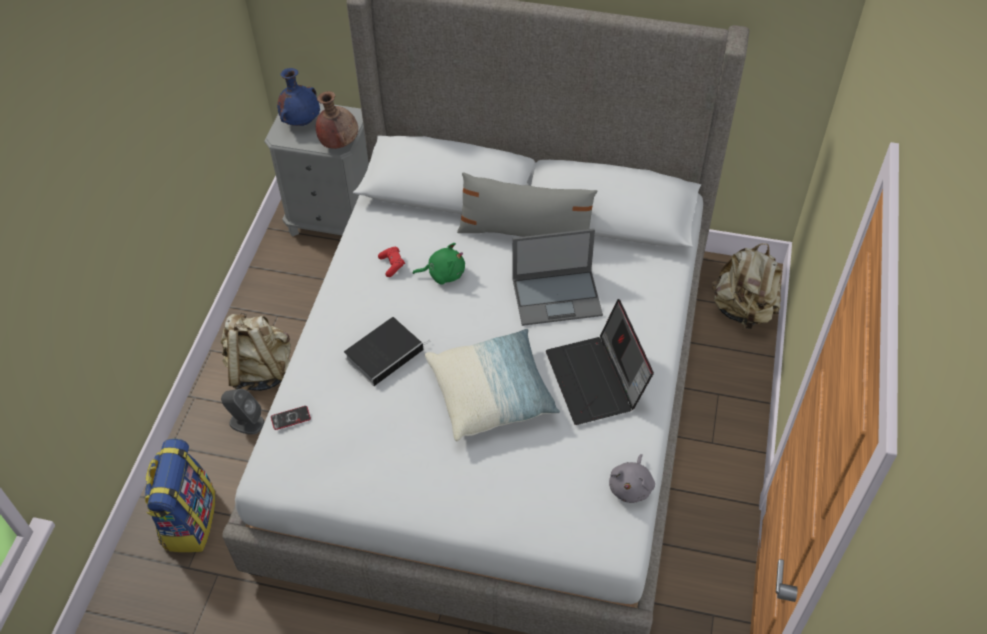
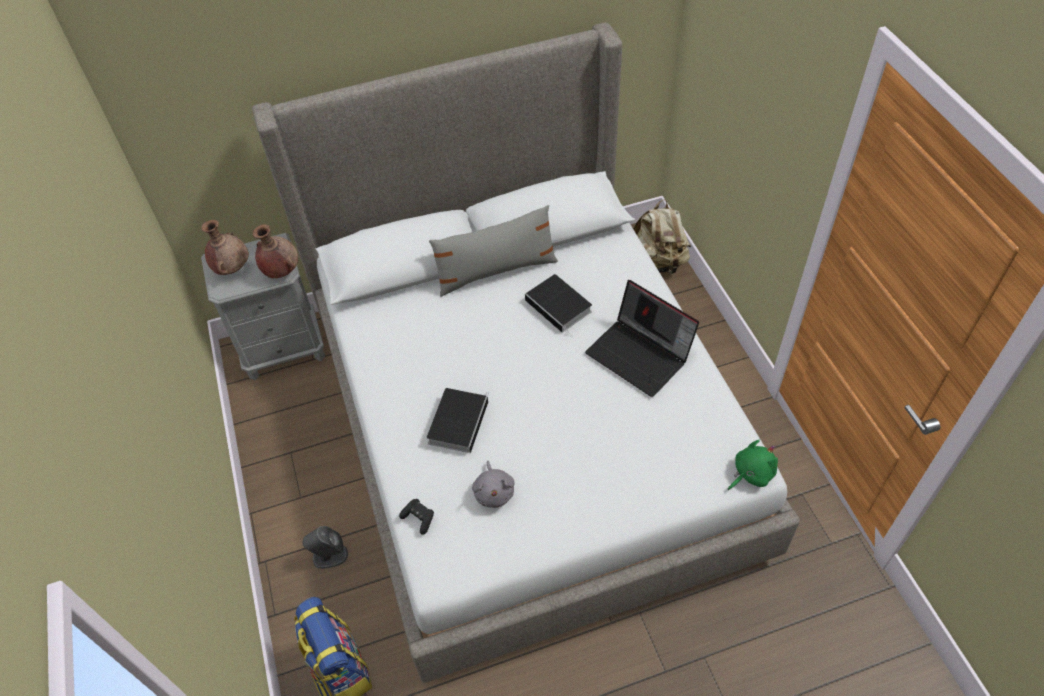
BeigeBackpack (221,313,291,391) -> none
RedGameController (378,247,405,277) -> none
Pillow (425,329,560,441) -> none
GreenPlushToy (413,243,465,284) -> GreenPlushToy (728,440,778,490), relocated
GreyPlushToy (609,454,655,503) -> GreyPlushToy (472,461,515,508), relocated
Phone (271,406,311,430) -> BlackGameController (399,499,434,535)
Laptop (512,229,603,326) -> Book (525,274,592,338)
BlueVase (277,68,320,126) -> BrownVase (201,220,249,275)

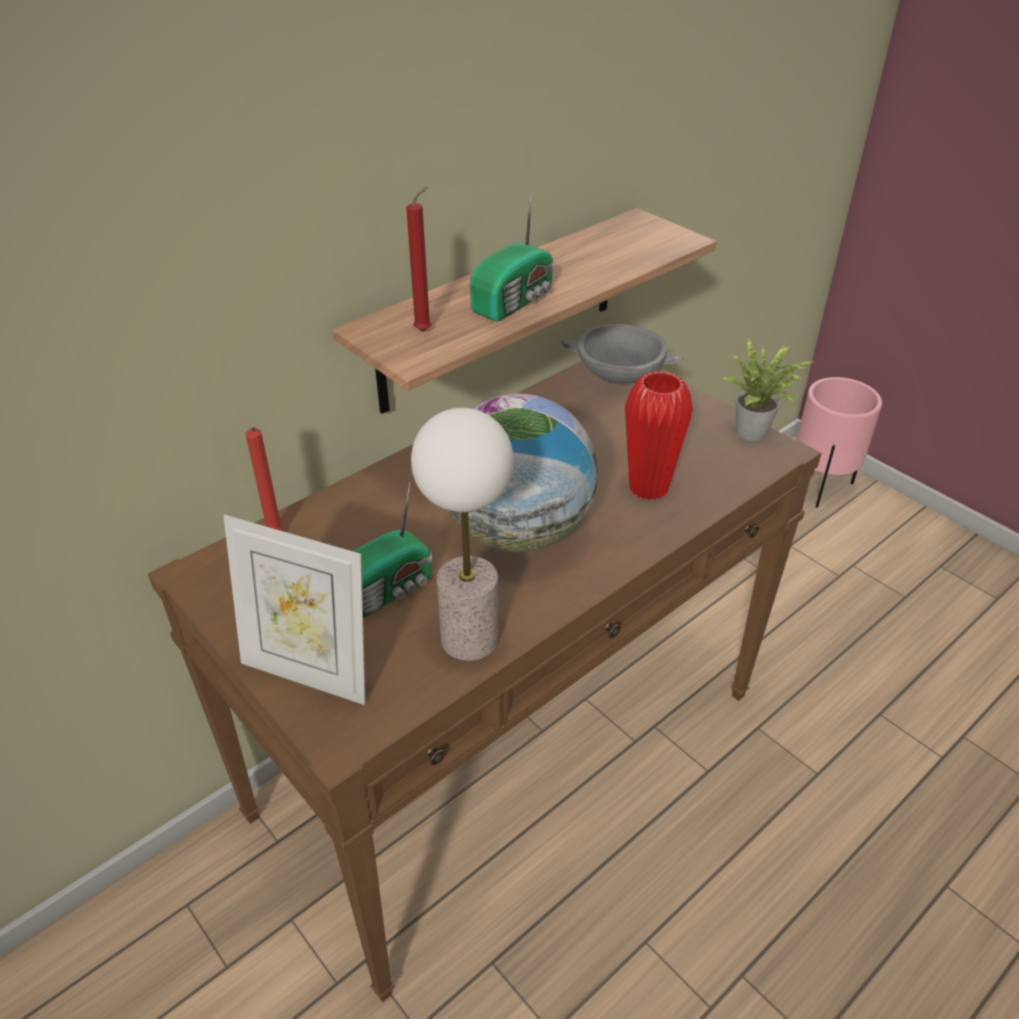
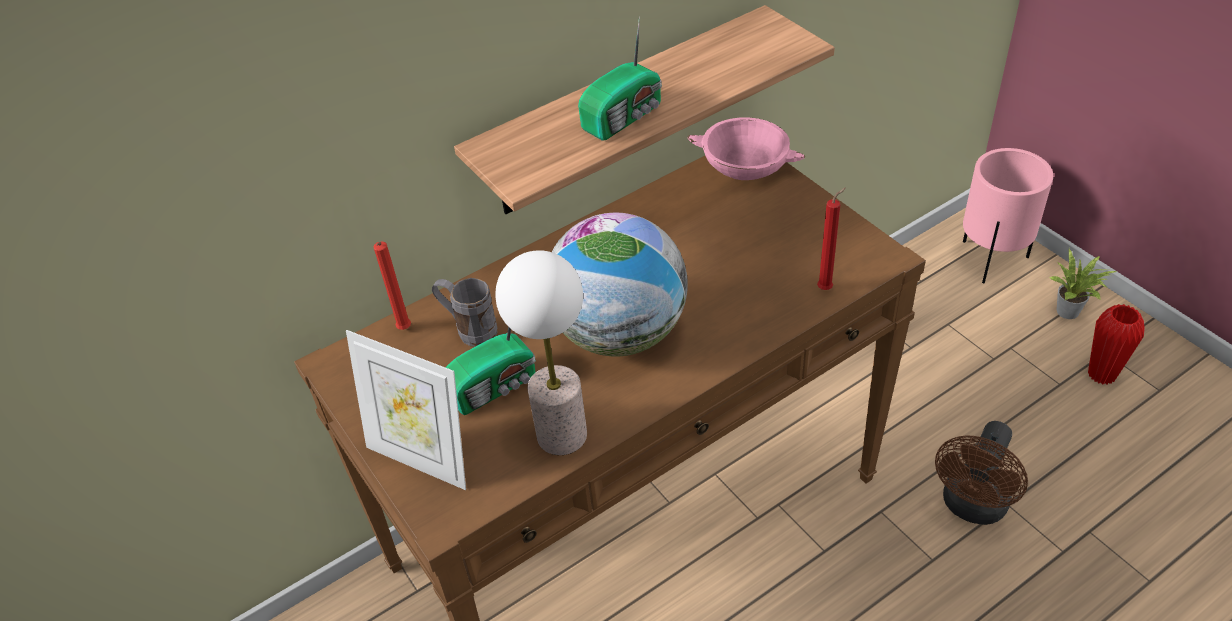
none -> GreyMug (432,278,497,347)
none -> BrownFan (935,421,1028,525)
RedCandle (406,187,431,331) -> RedCandle (817,187,846,290), relocated
RedVase (625,371,693,500) -> RedVase (1088,304,1145,384), relocated
PottedPlant (722,338,816,441) -> PottedPlant (1049,249,1117,319), relocated
GreyBowl (561,324,683,384) -> PinkBowl (687,117,805,180)

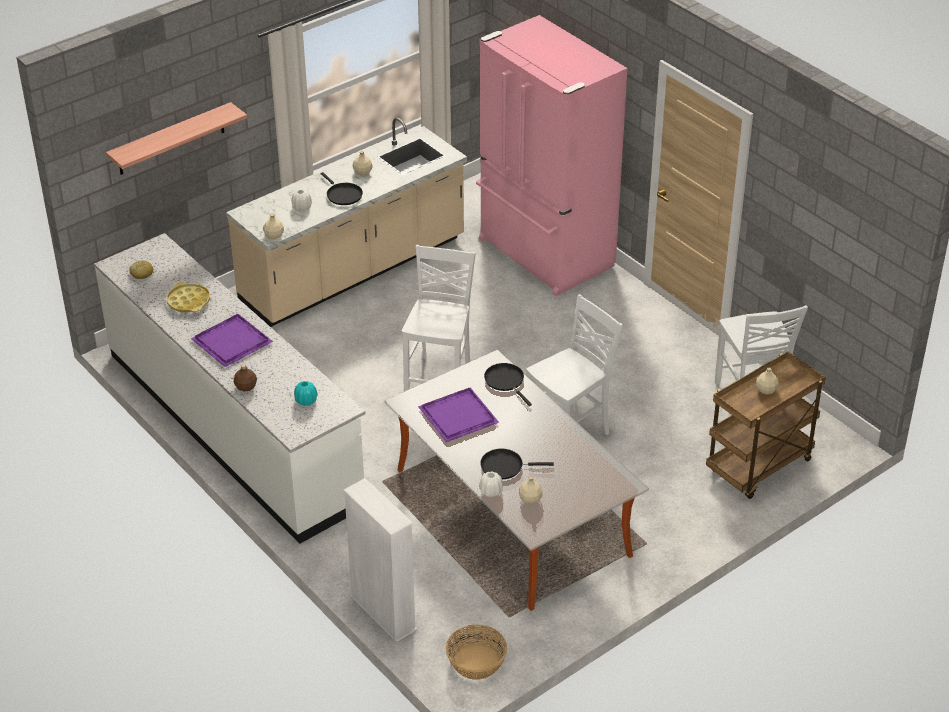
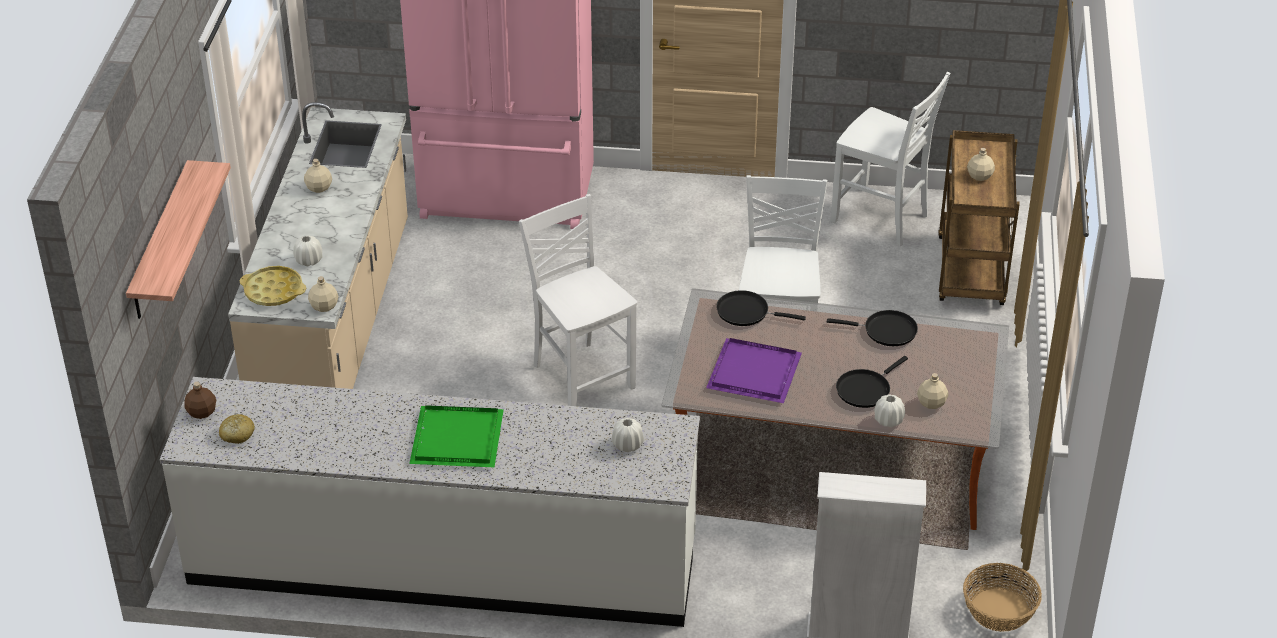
YellowTray (167,282,210,312) -> YellowTray (240,266,306,306), relocated
BrownBottle (234,364,257,392) -> BrownBottle (184,381,216,419), relocated
BlackFryingPan (320,172,363,205) -> BlackFryingPan (827,310,918,346), relocated
PurpleTray (191,314,273,367) -> GreenTray (409,405,504,467)
TurquoiseVase (294,381,318,406) -> WhiteVase (612,418,644,452)

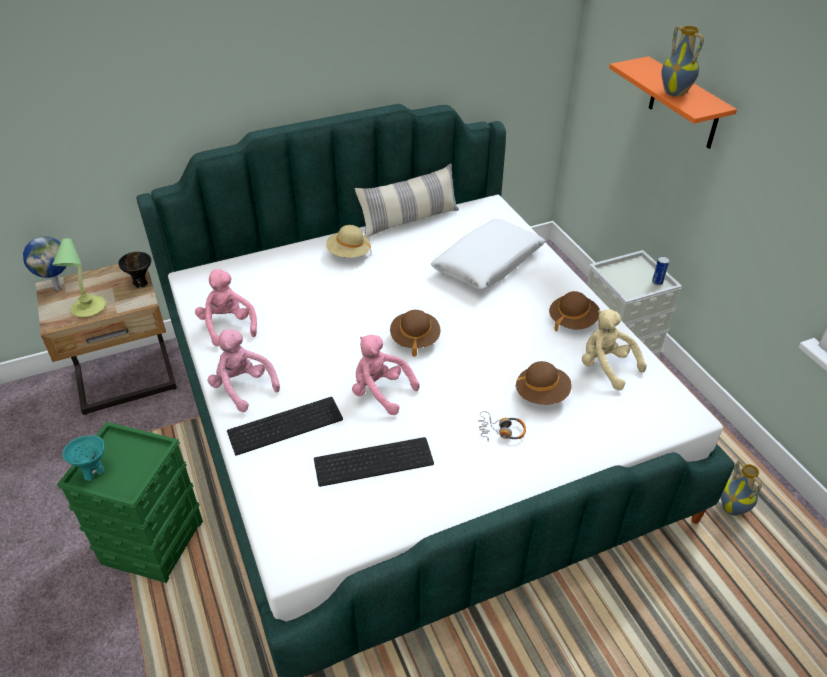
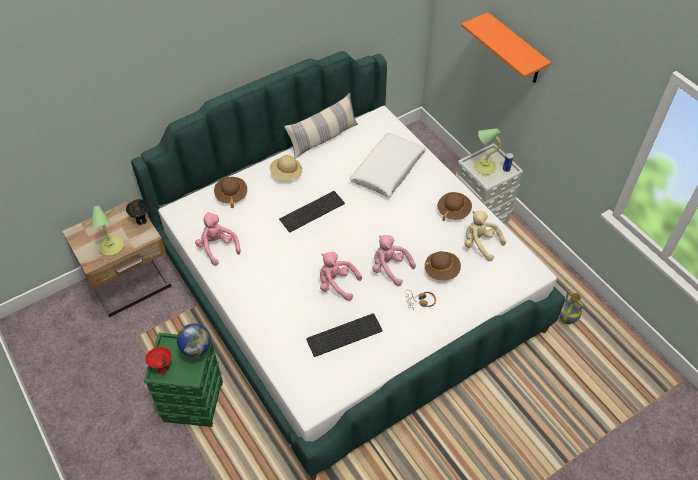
Vase (661,26,704,97) -> none
none -> TableLamp (474,128,501,175)
Globe (23,237,66,290) -> Globe (177,324,211,359), relocated
PinkPlushToy (208,329,280,412) -> PinkPlushToy (372,235,416,286), relocated
Keyboard (227,397,343,456) -> Keyboard (279,191,345,232), relocated
BrownHat (390,310,440,357) -> BrownHat (214,177,247,208), relocated
TurquoiseBowl (63,435,105,481) -> RedBowl (145,347,172,375)

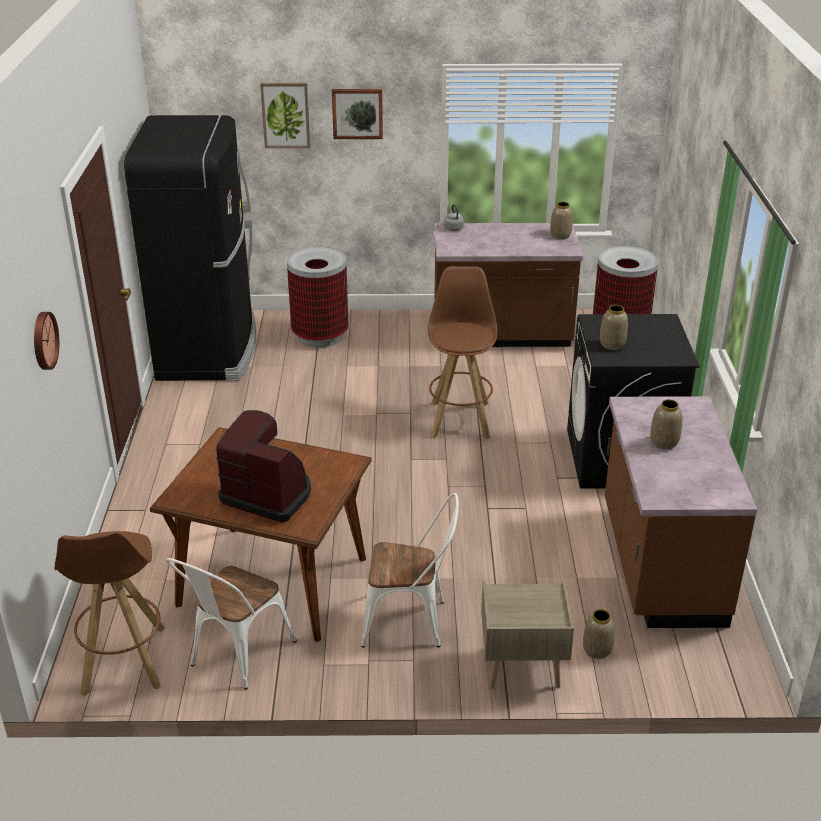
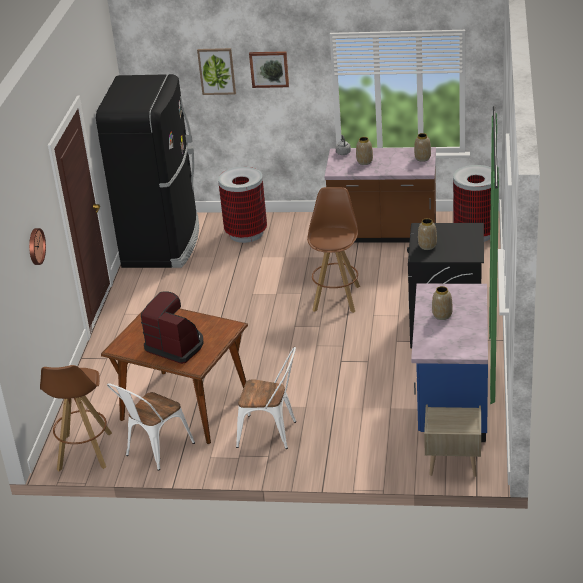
BeigeNightstand (481,580,574,689) -> BeigeNightstand (424,405,481,477), relocated
Vase (583,609,615,659) -> Vase (356,137,373,165), relocated
BrownCounter (605,396,757,628) -> BlueCounter (411,284,488,442)

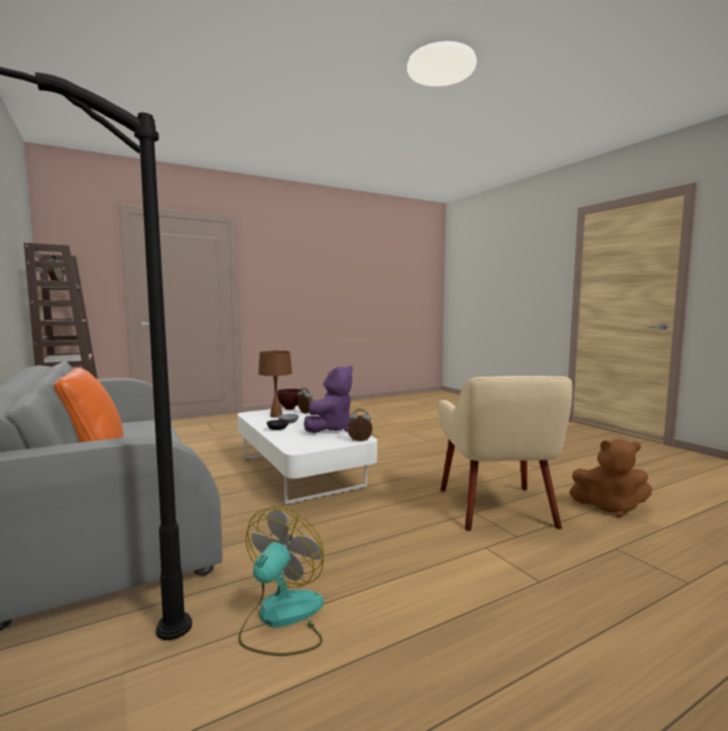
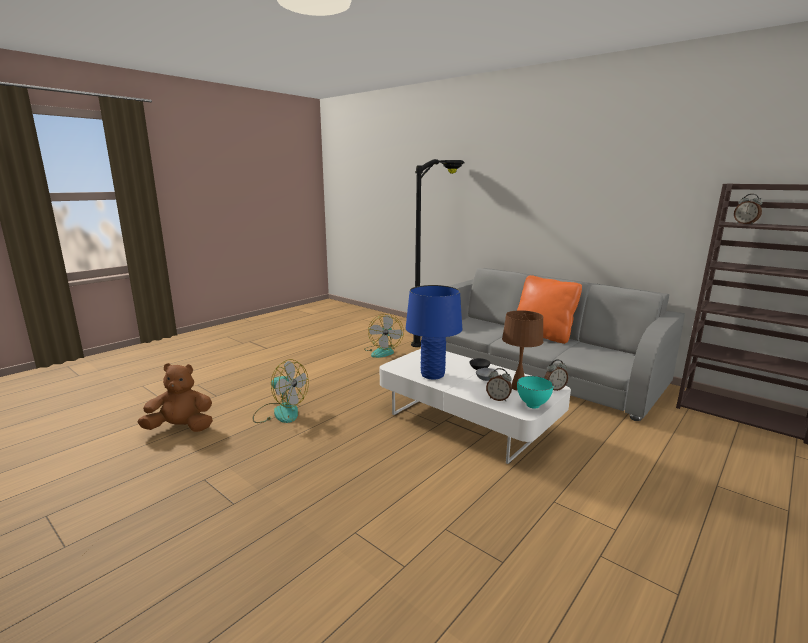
AlarmClock (348,409,372,441) -> AlarmClock (545,359,568,391), relocated
PurplePlushToy (304,365,353,433) -> BlueTableLamp (406,285,462,379)
BeigeArmchair (438,376,572,531) -> Fan (253,359,309,423)
BrownBowl (277,389,301,410) -> TurquoiseBowl (517,376,554,409)

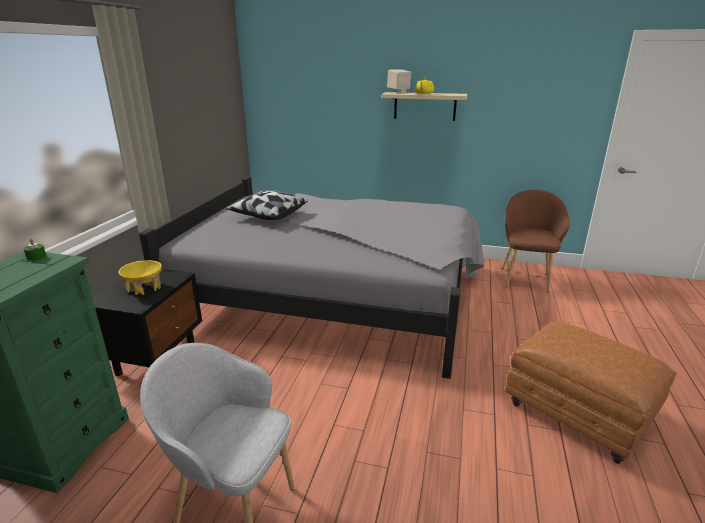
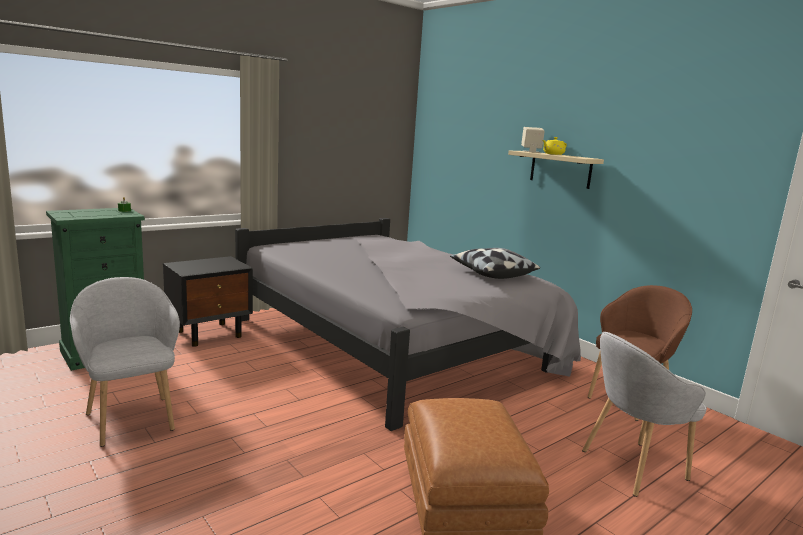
YellowBowl (119,260,162,295) -> none
none -> GreyArmchair (582,332,707,497)
Pillow (226,190,308,220) -> Pillow (450,248,540,279), relocated

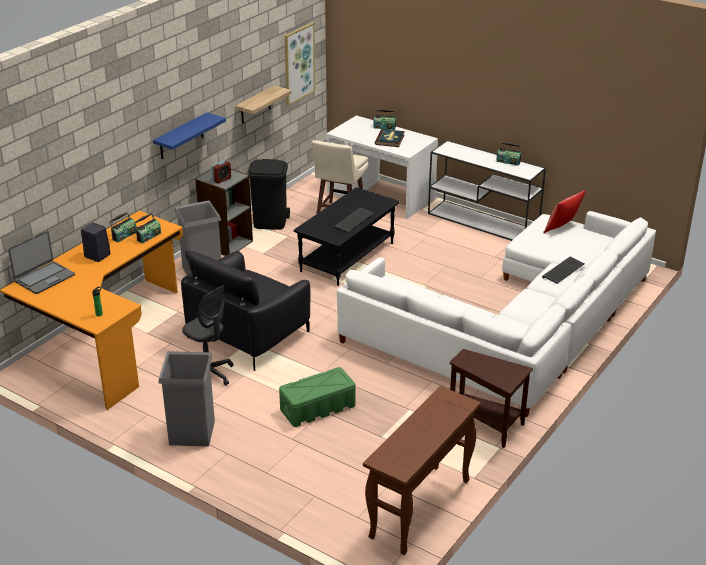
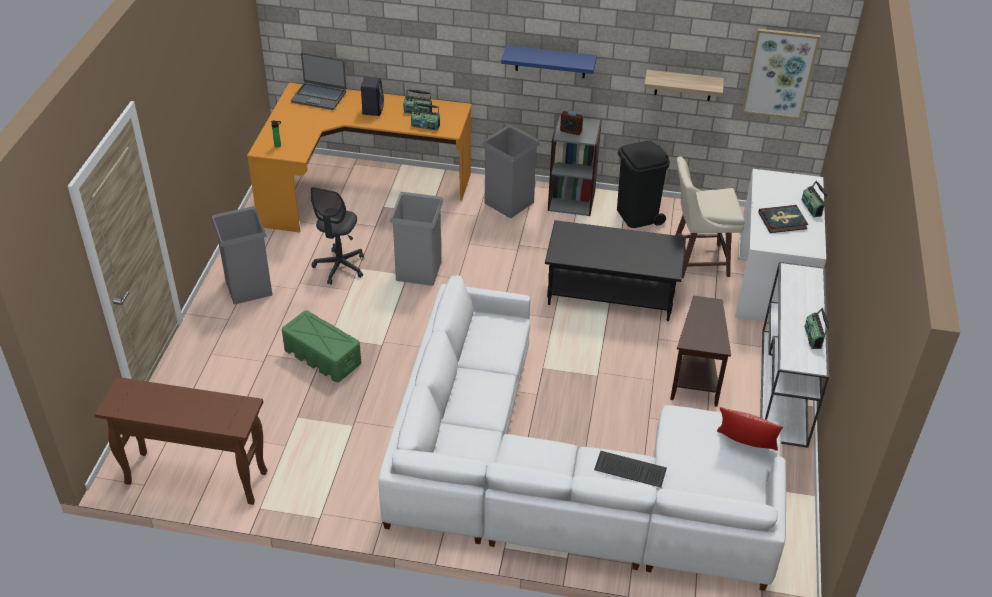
Keyboard (334,207,374,232) -> none
BrownSideTable (450,349,533,448) -> BrownSideTable (670,296,731,407), relocated
BlackArmchair (181,250,311,371) -> GreyTrashCan (390,192,443,286)

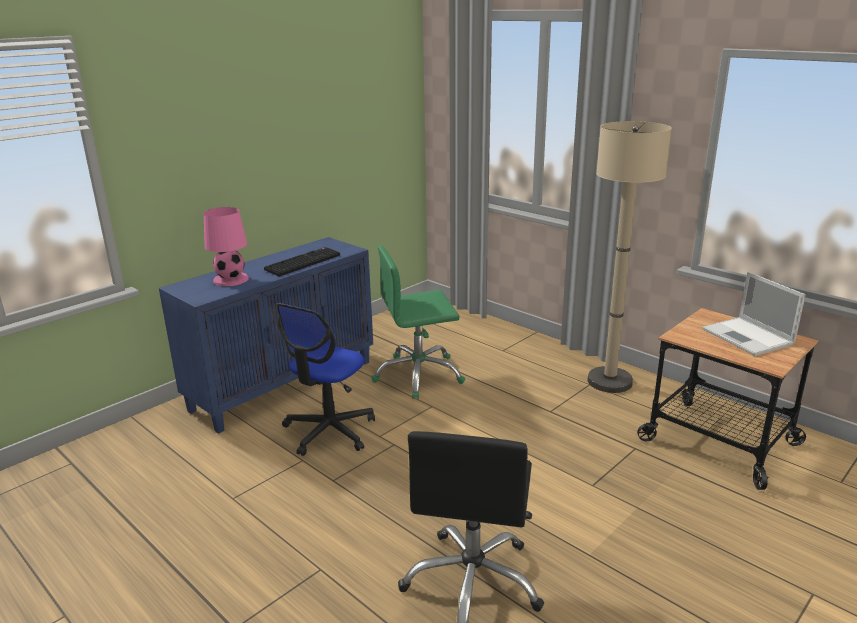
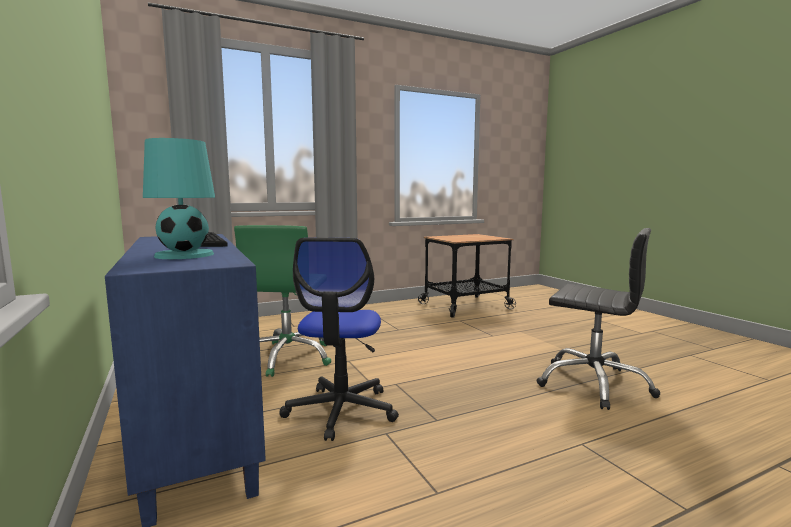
BeigeFloorLamp (587,121,672,393) -> none
Laptop (702,272,806,356) -> none
PinkTableLamp (204,207,249,286) -> TurquoiseTableLamp (143,138,215,259)
OfficeChair (276,303,375,456) -> OfficeChair (280,238,399,441), 45 degrees clockwise

